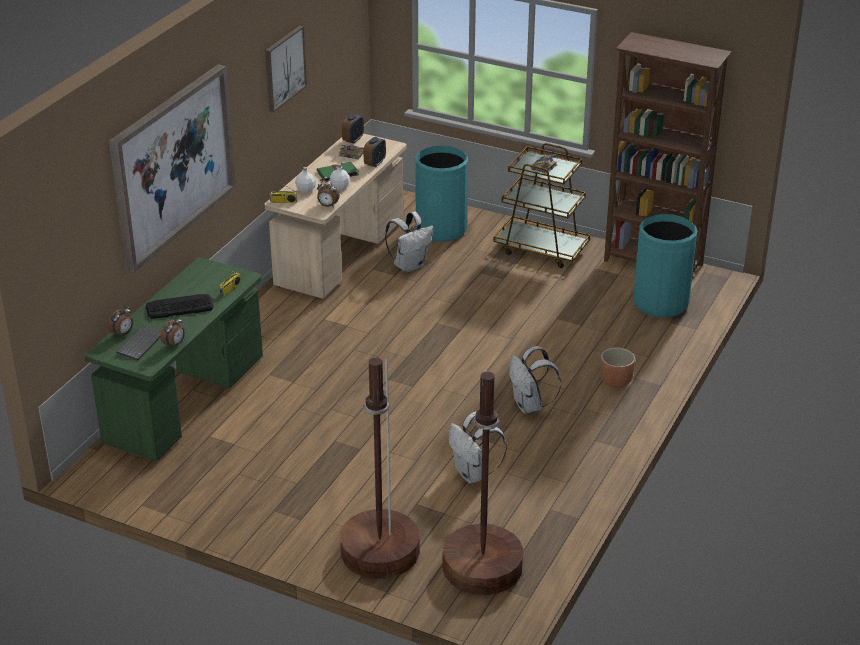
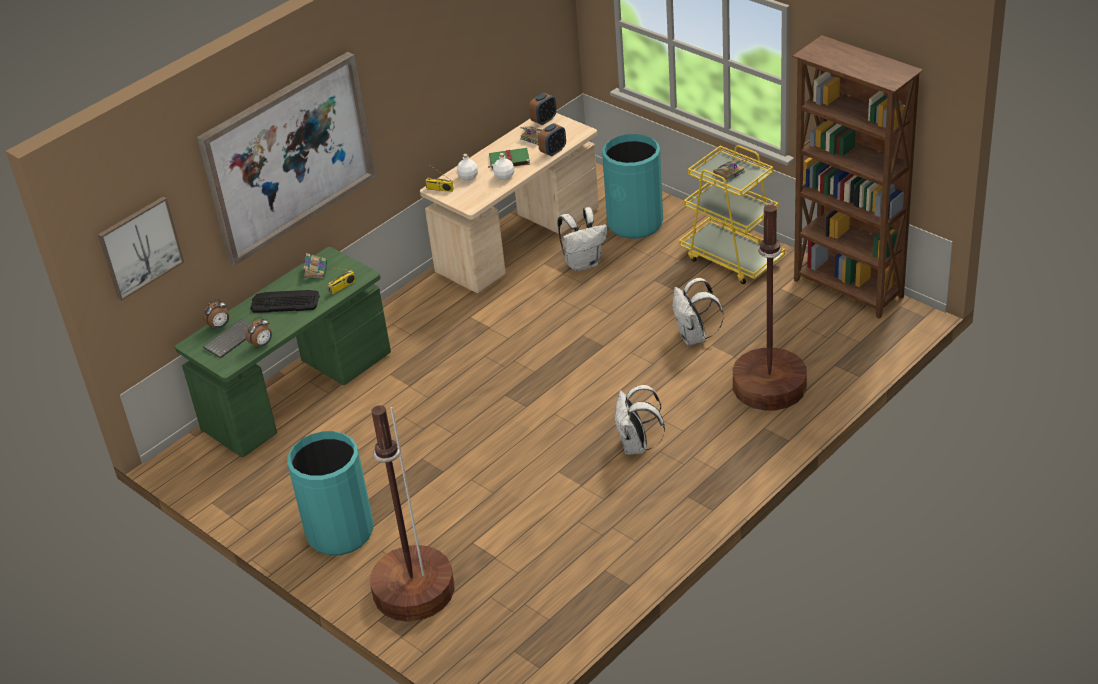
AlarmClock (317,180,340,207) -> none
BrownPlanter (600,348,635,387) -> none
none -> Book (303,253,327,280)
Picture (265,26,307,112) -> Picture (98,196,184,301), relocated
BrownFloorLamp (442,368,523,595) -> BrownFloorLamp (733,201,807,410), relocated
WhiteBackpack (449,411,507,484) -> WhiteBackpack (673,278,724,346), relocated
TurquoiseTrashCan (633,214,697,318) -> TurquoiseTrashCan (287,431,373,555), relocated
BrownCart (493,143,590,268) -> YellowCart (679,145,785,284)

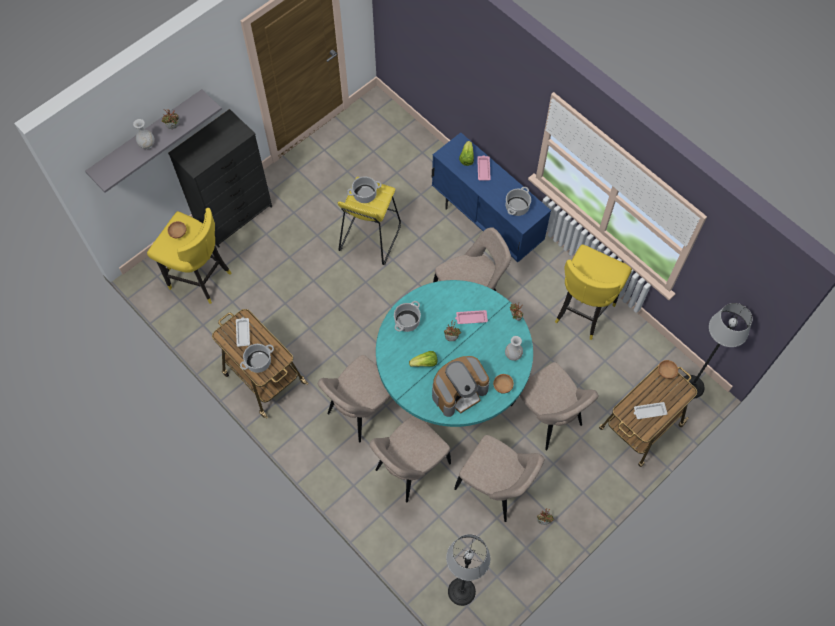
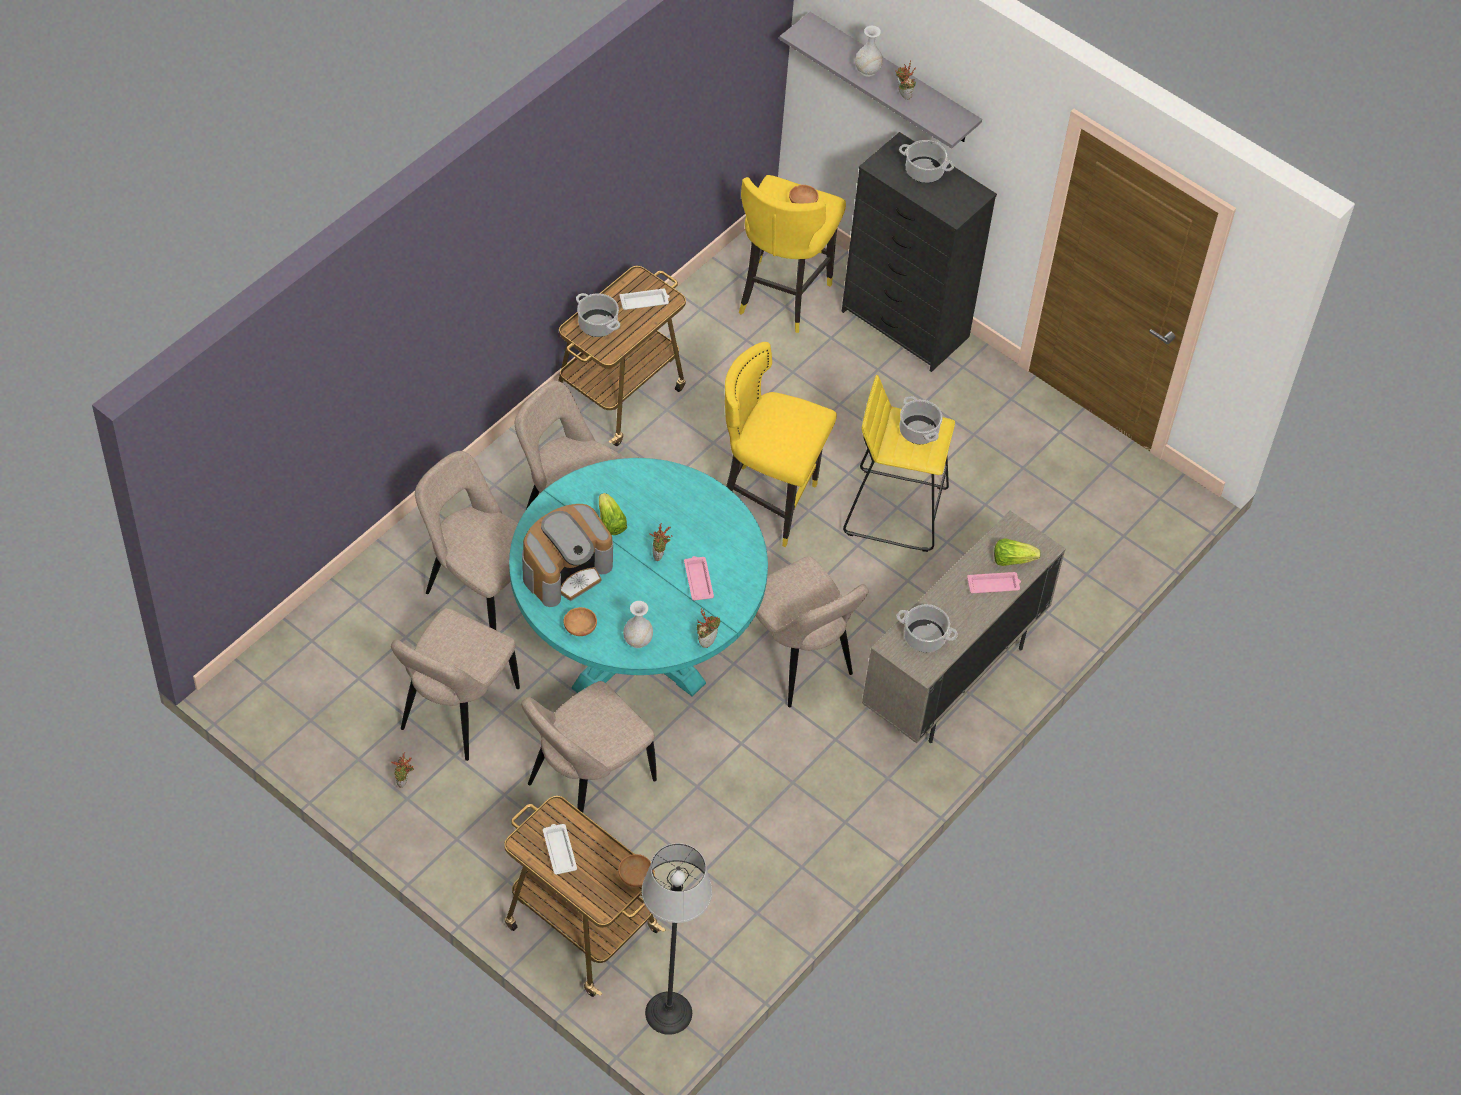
FloorLamp (446,534,490,606) -> none
CookingPot (394,301,421,332) -> CookingPot (899,140,954,183), relocated
YellowStool (555,244,632,340) -> YellowStool (725,342,837,547), relocated
BlueCabinet (432,132,551,262) -> BeigeCabinet (862,511,1066,743)
CoffeeMachine (432,356,489,417) -> CoffeeMachine (522,504,613,607), 90 degrees counterclockwise

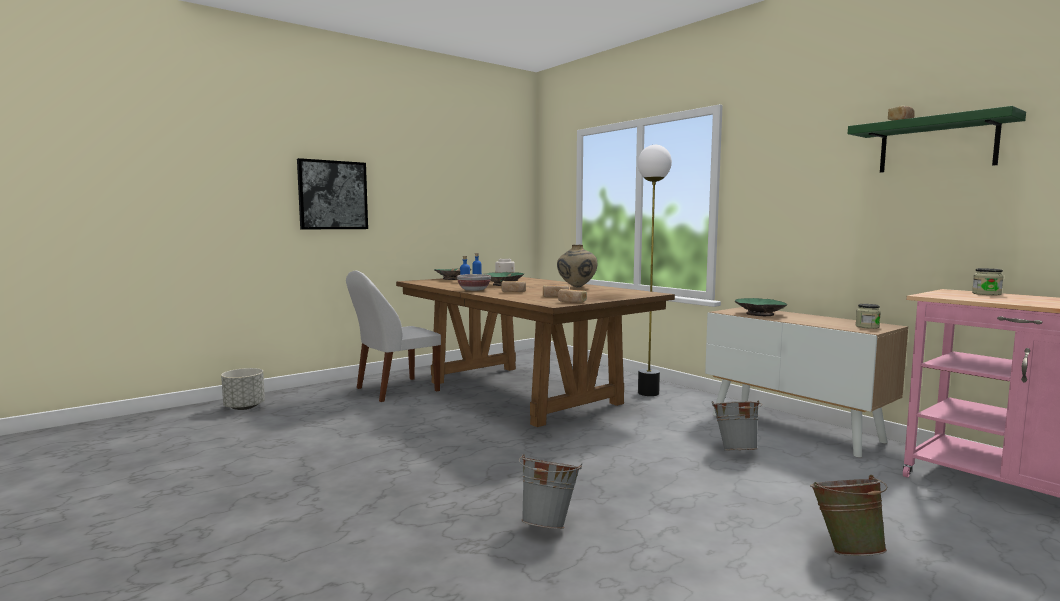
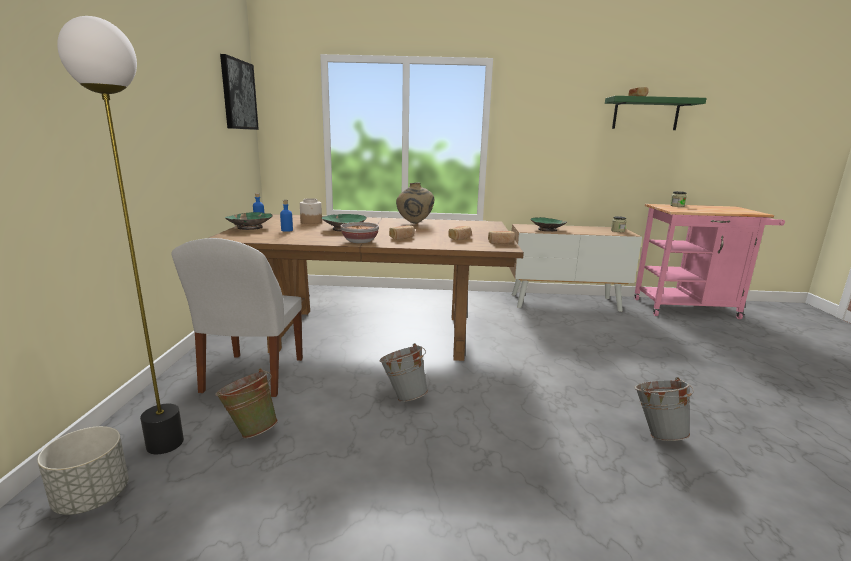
Picture (297,158,368,229) -> Picture (220,54,259,130), relocated
FloorLamp (638,145,672,396) -> FloorLamp (57,16,184,454), relocated
GreyBucket (712,400,762,450) -> GreyBucket (379,343,428,402), relocated
GreenBucket (810,475,887,556) -> GreenBucket (215,368,278,438), relocated

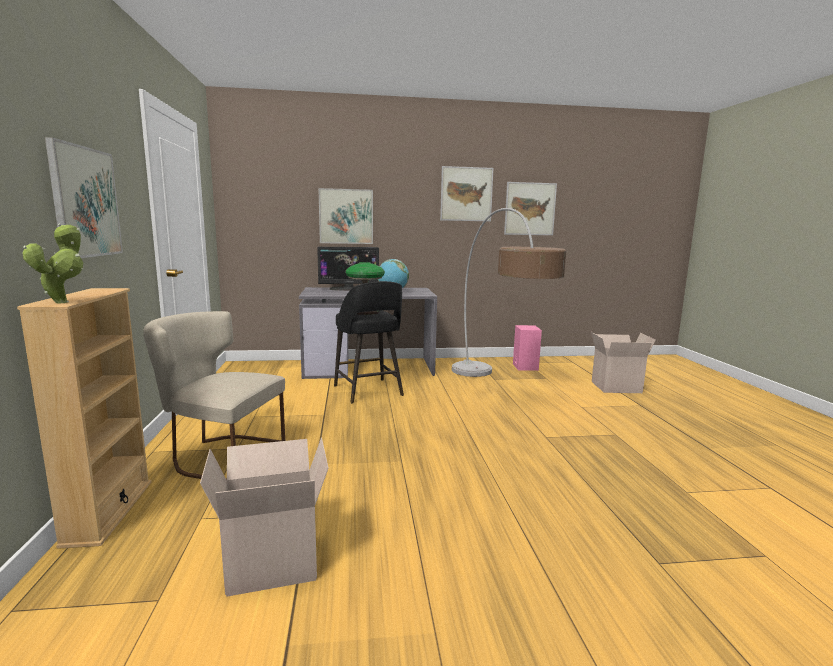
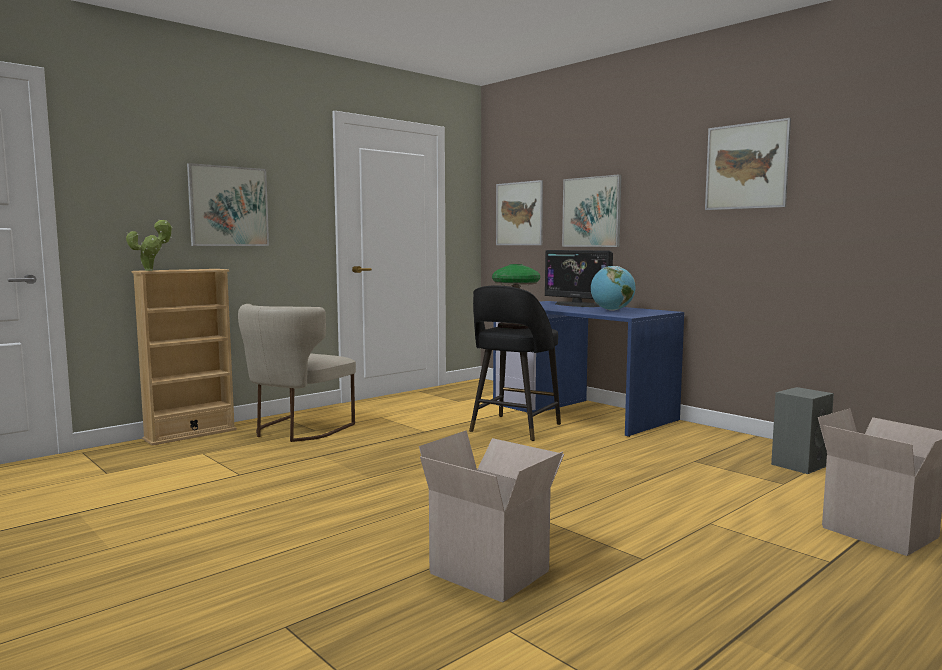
FloorLamp (452,208,566,377) -> none
CardboardBox (200,438,329,597) -> CardboardBox (419,430,564,603), relocated
Picture (504,182,557,235) -> Picture (496,180,543,245), relocated
GreyDesk (299,287,437,379) -> BlueDesk (493,301,684,437)
PinkSpeaker (513,325,542,371) -> GreySpeaker (771,387,834,474)
BeigeChair (143,311,285,480) -> BeigeChair (238,304,356,442), 135 degrees counterclockwise

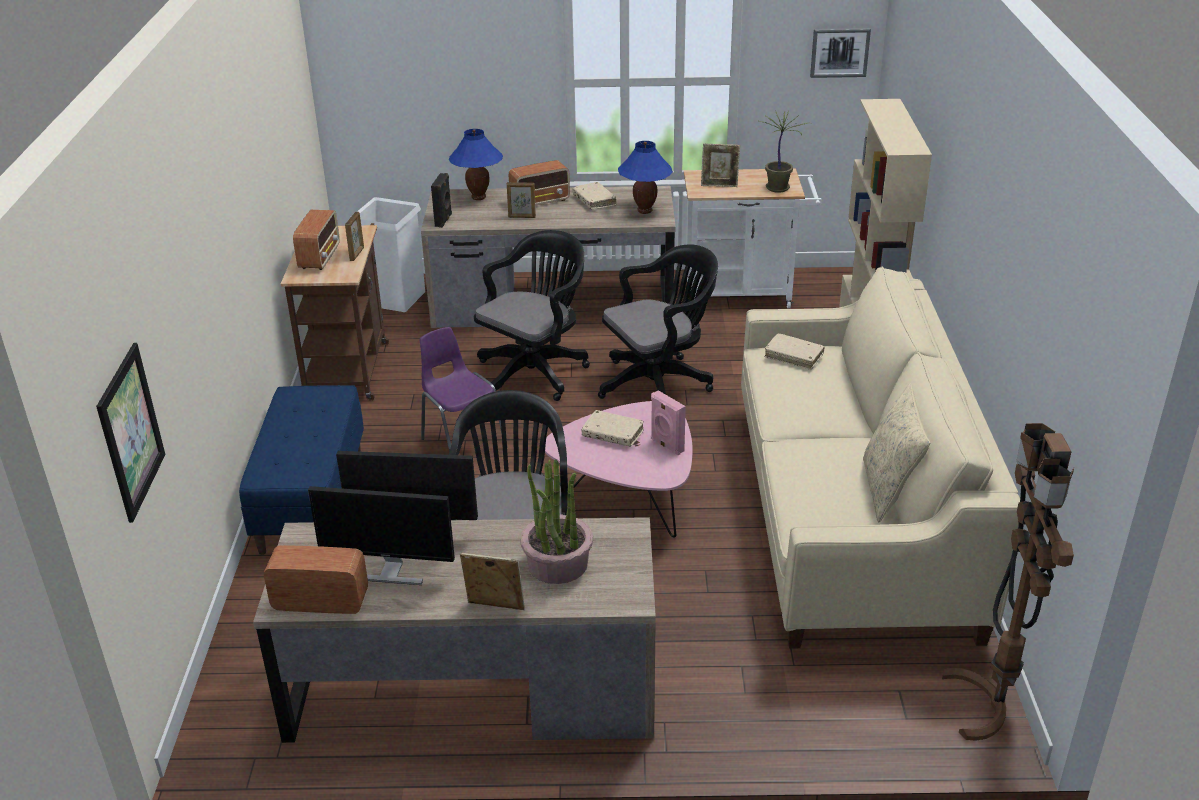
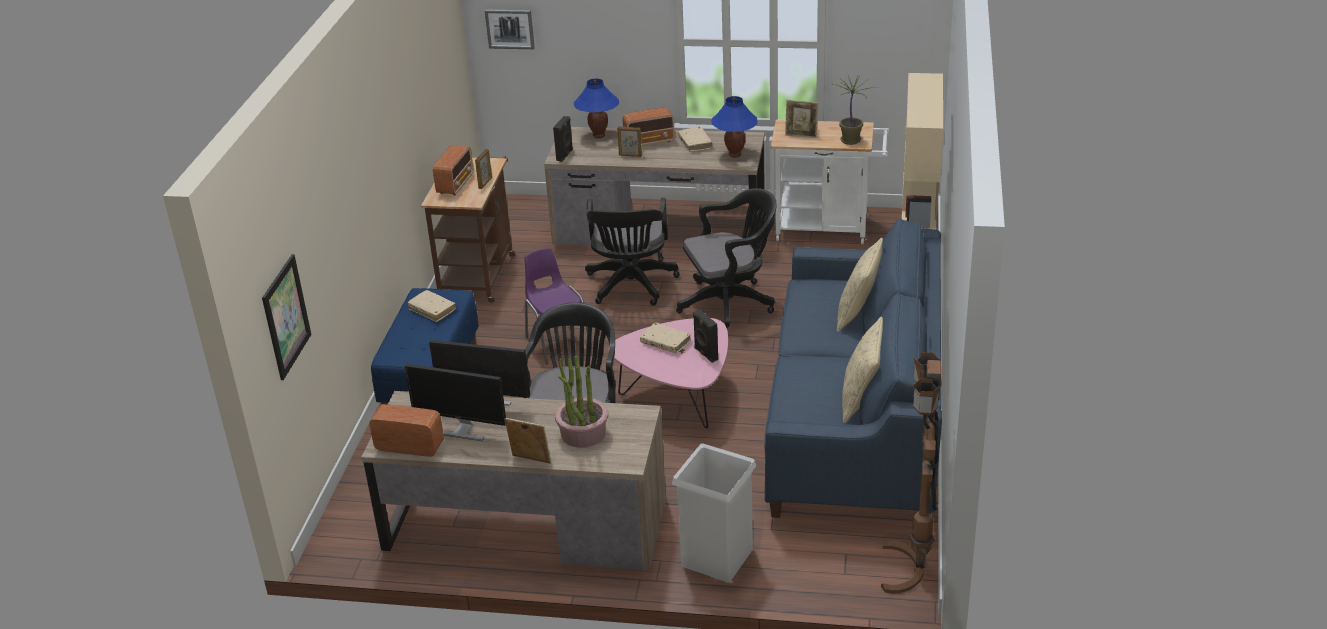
none -> BeigePillow (837,238,883,332)
WhiteTrashCan (350,197,425,312) -> WhiteTrashCan (672,443,756,582), relocated
BeigeBook (764,333,825,370) -> BeigeBook (408,290,456,322), relocated
Picture (810,28,871,78) -> Picture (485,10,535,49), relocated
PinkSpeaker (651,390,686,455) -> BlackSpeaker (693,310,718,363)
BeigeSofa (741,266,1024,648) -> BlueSofa (764,218,942,518)
BlackOfficeChair (474,230,590,401) -> BlackOfficeChair (585,198,680,306), 135 degrees clockwise

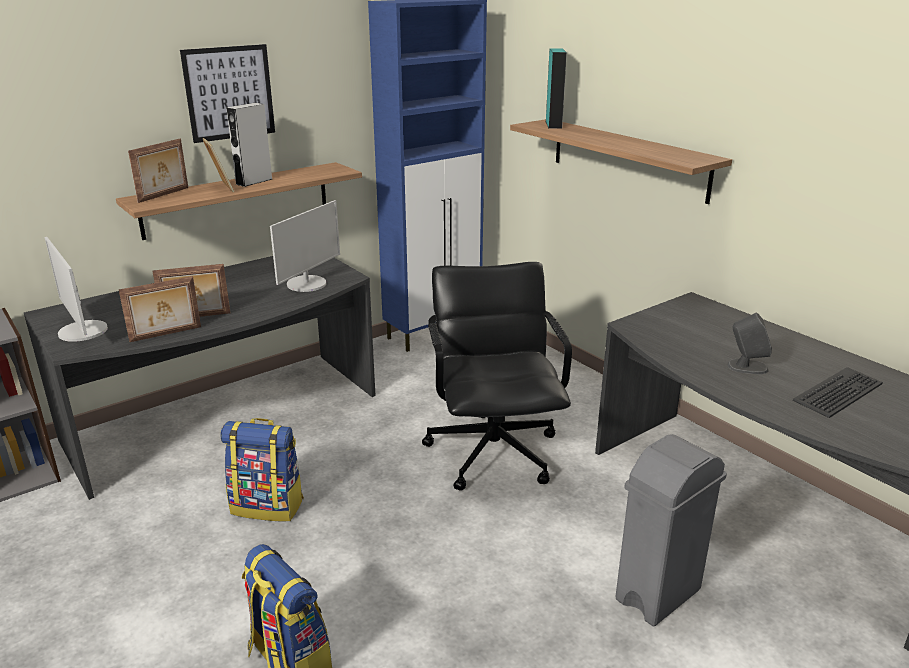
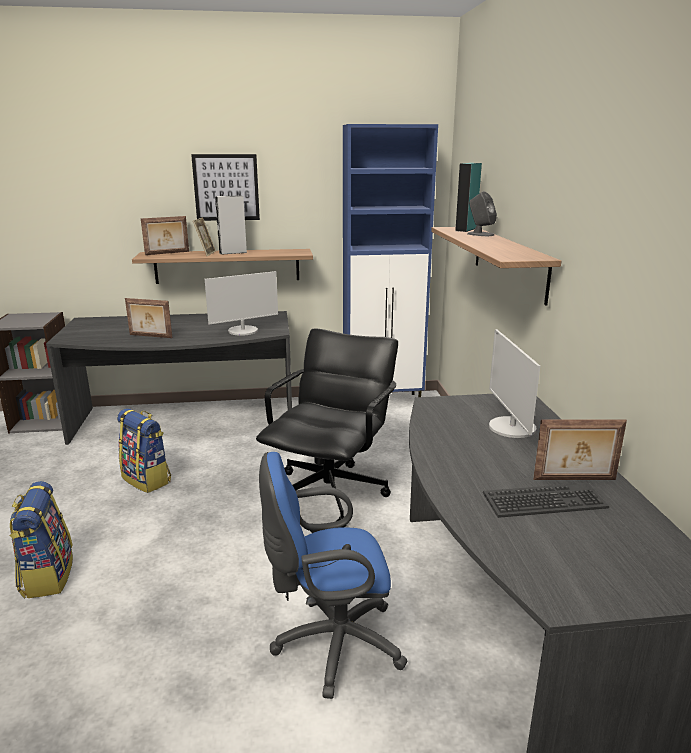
Monitor (45,237,108,342) -> Monitor (489,329,540,438), relocated
PictureFrame (119,276,201,342) -> PictureFrame (533,419,627,480), relocated
GreySpeaker (727,313,772,374) -> GreySpeaker (467,191,497,236), relocated
GreyTrashCan (615,434,727,626) -> BlueOfficeChair (259,452,407,699)

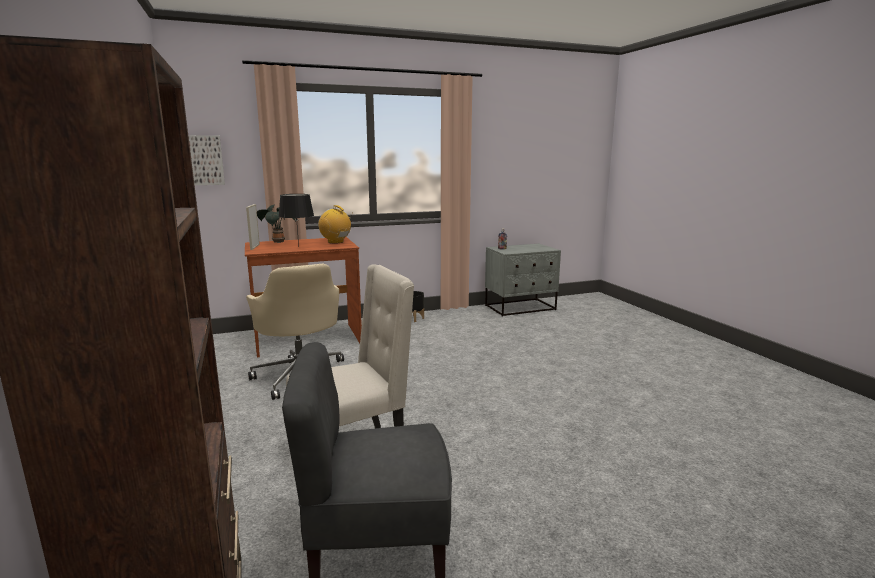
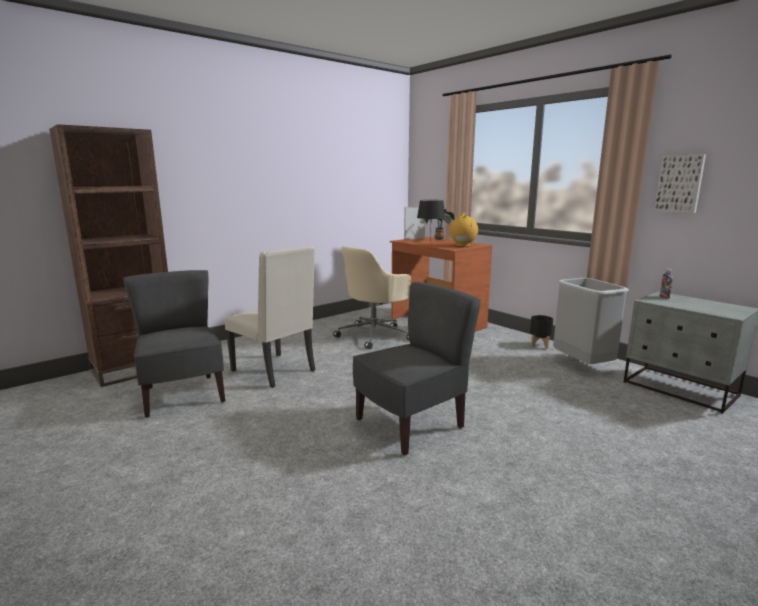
none -> GreyChair (353,282,481,455)
none -> GreyTrashCan (553,278,629,364)
Picture (188,135,225,185) -> Picture (654,155,706,213), relocated

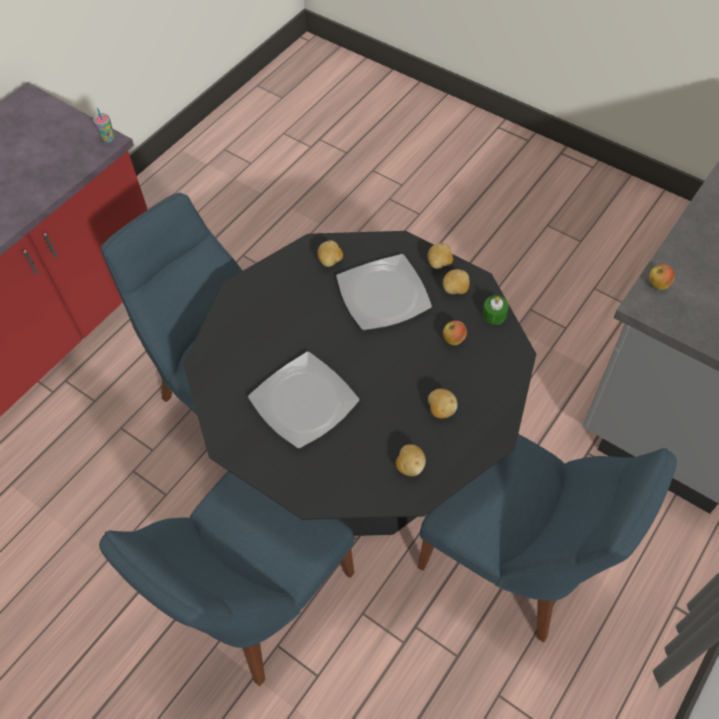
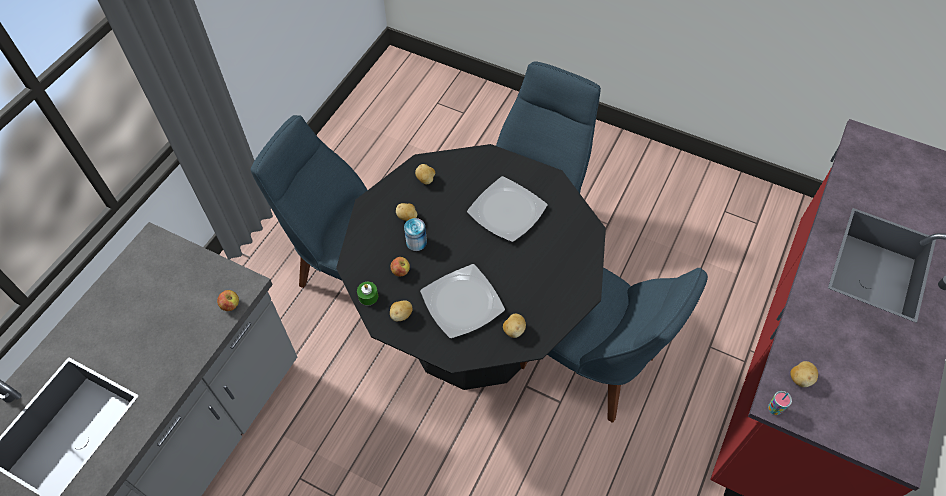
none -> Can (404,218,427,251)
Potato (427,243,453,269) -> Potato (790,361,818,387), relocated

